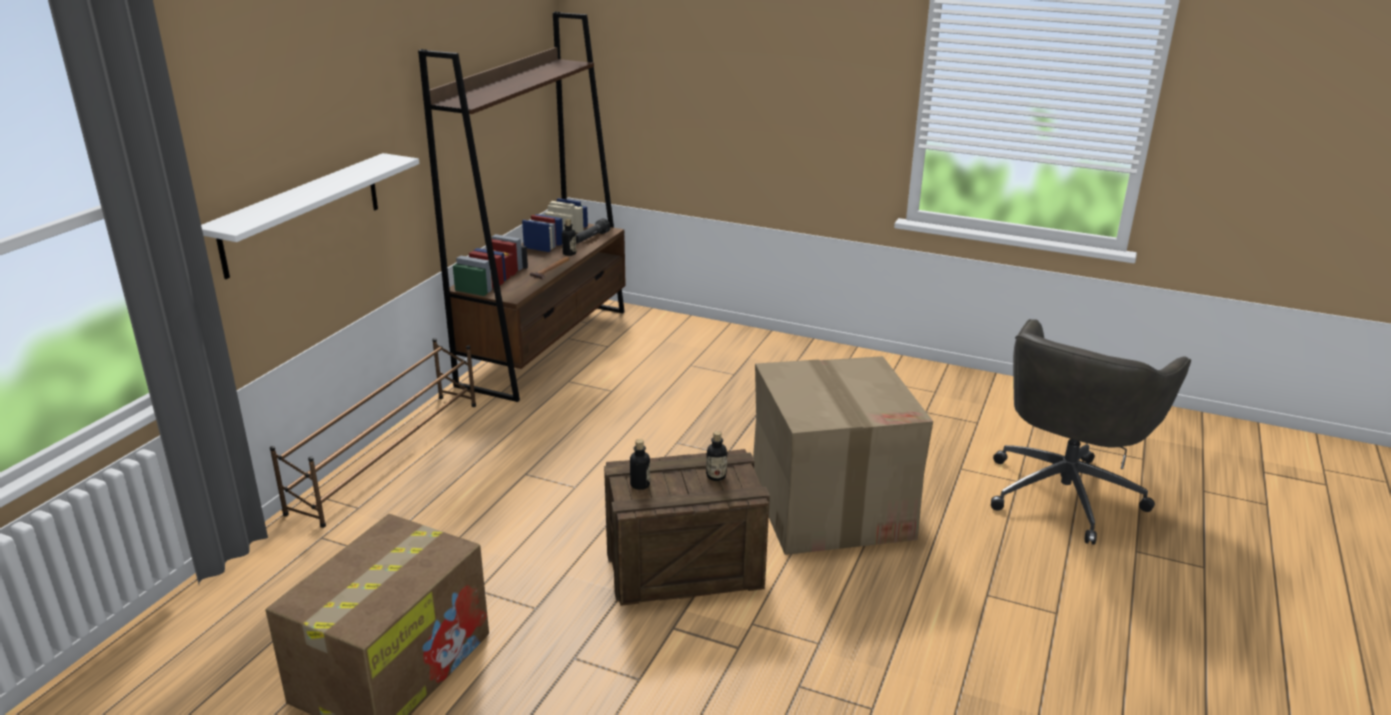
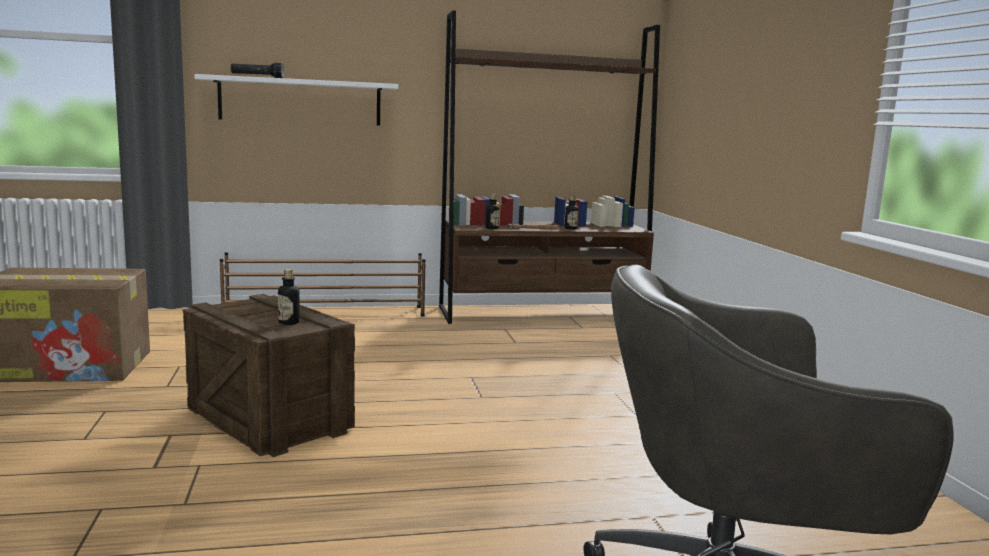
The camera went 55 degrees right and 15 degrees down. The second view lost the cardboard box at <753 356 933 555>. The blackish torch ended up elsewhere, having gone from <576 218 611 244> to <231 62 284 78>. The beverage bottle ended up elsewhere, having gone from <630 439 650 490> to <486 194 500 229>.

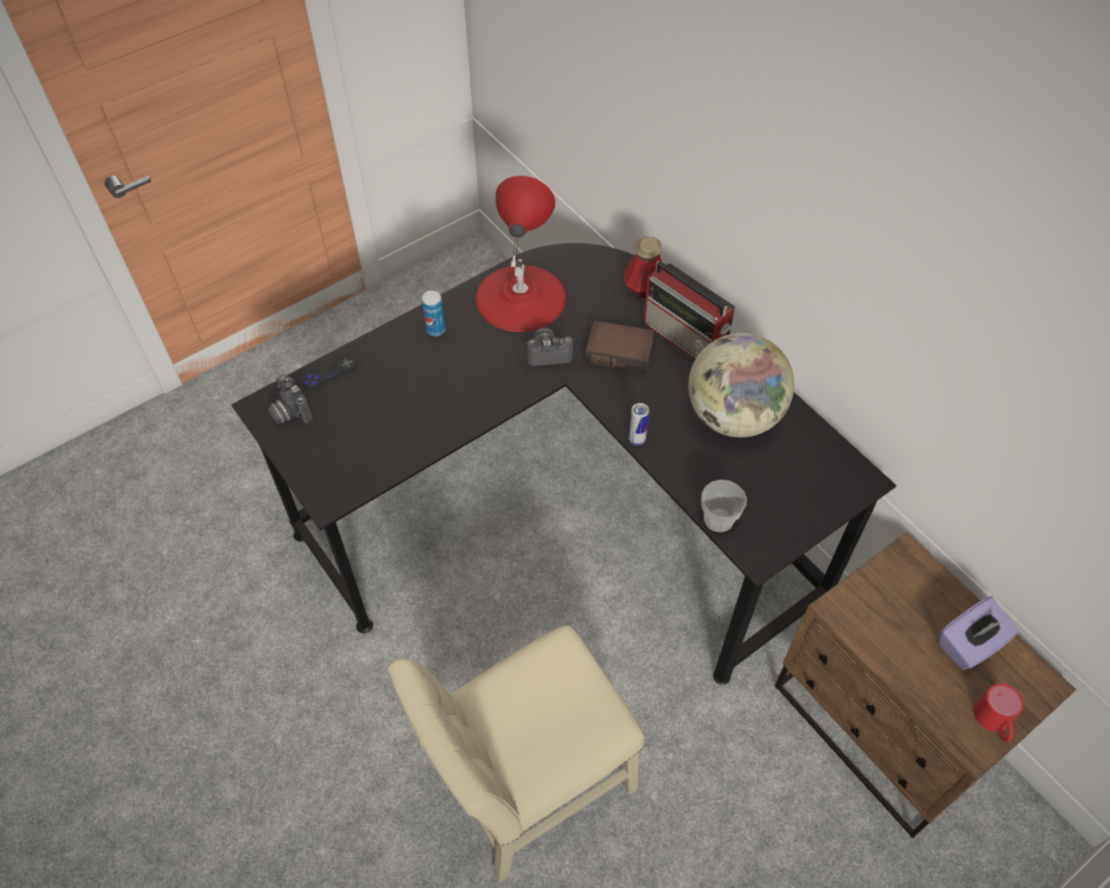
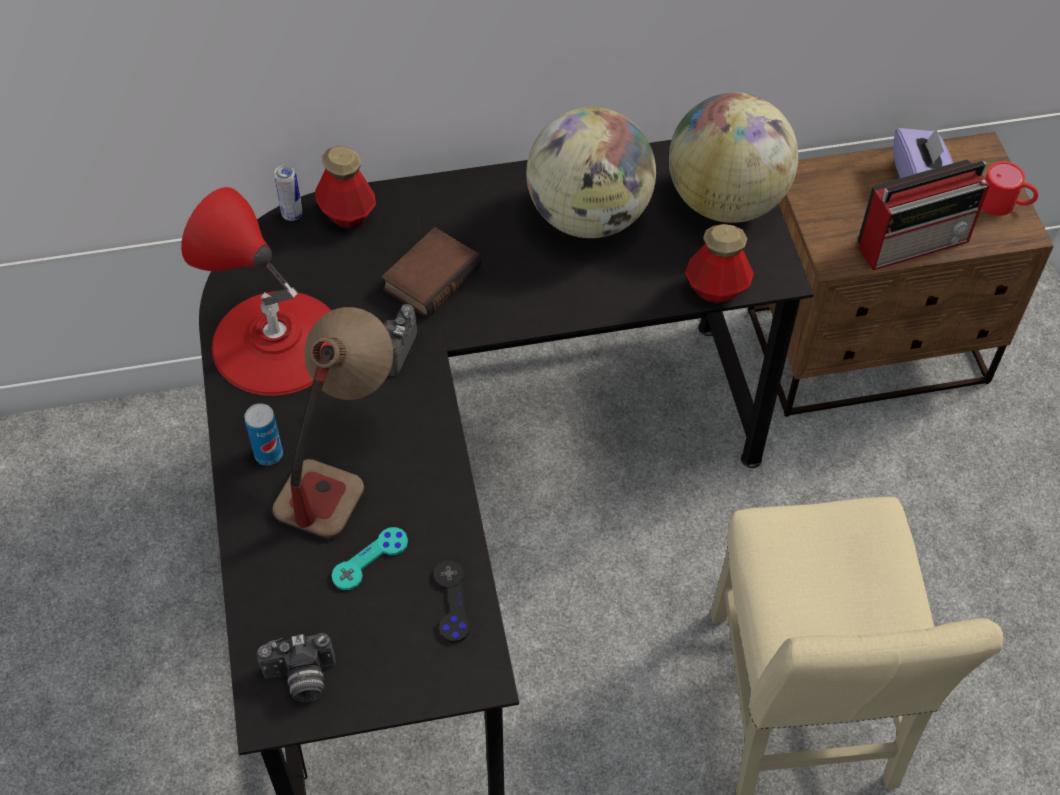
The camera went 65 degrees left and 0 degrees up. The second view gained the lamp for a table at <272 307 393 539>. The second view gained the blue-green gamepad at <332 527 408 590>. The second view gained the globe at <669 93 798 223>. The blackish gamepad ended up elsewhere, having gone from <302 356 357 389> to <434 560 470 643>. The sealed can ended up elsewhere, having gone from <629 403 649 445> to <274 164 303 221>. The radio ended up elsewhere, having gone from <643 261 735 359> to <858 159 990 270>. Where the small cup stood at <701 480 747 532>, the beverage bottle came to stand at <685 224 754 303>.

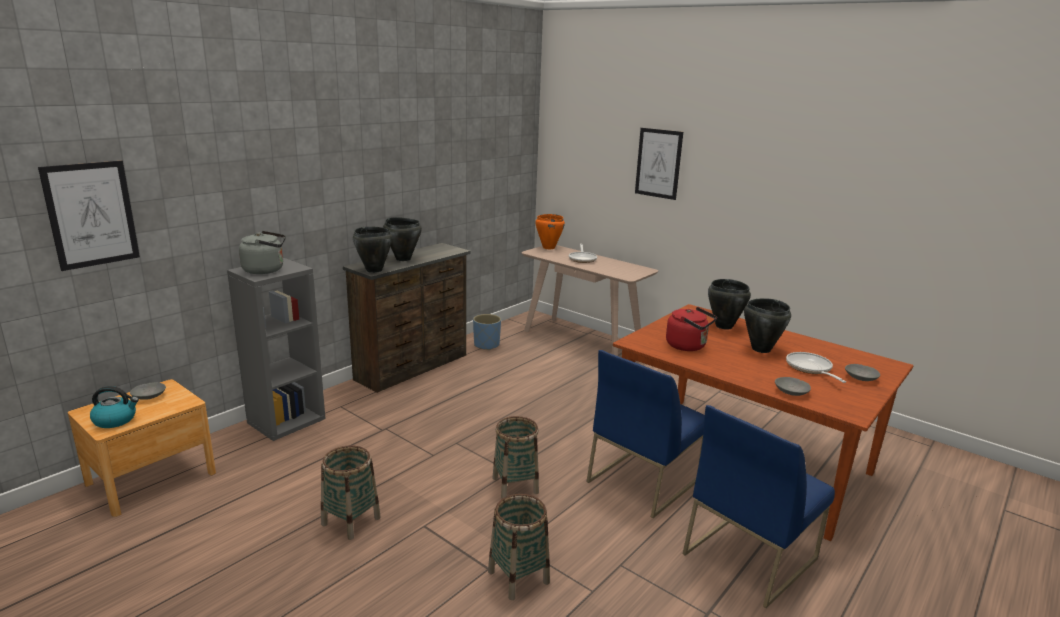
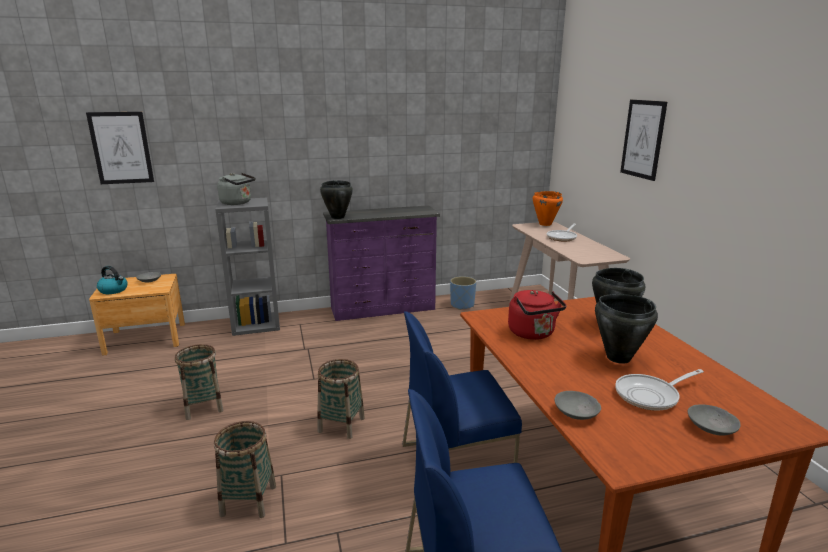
The camera went 35 degrees right and 0 degrees up. The second view lost the blackish saucepot at <383 217 422 261>. What was the brownish drawer chest at <343 243 471 393> turned into the purplish drawer chest at <323 205 440 321>. The skillet at <786 352 846 383> ended up facing another way, 135 degrees counterclockwise from before.

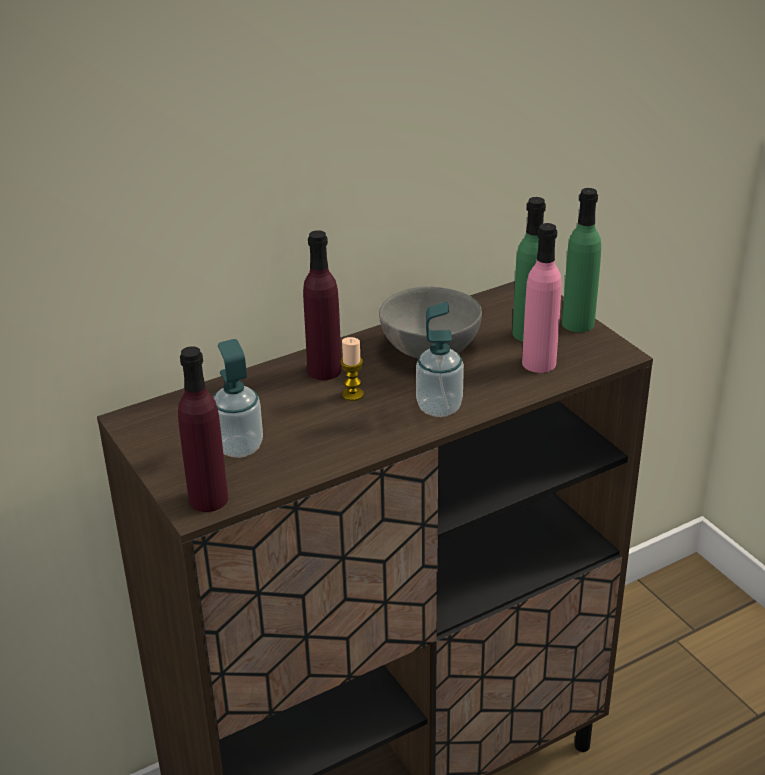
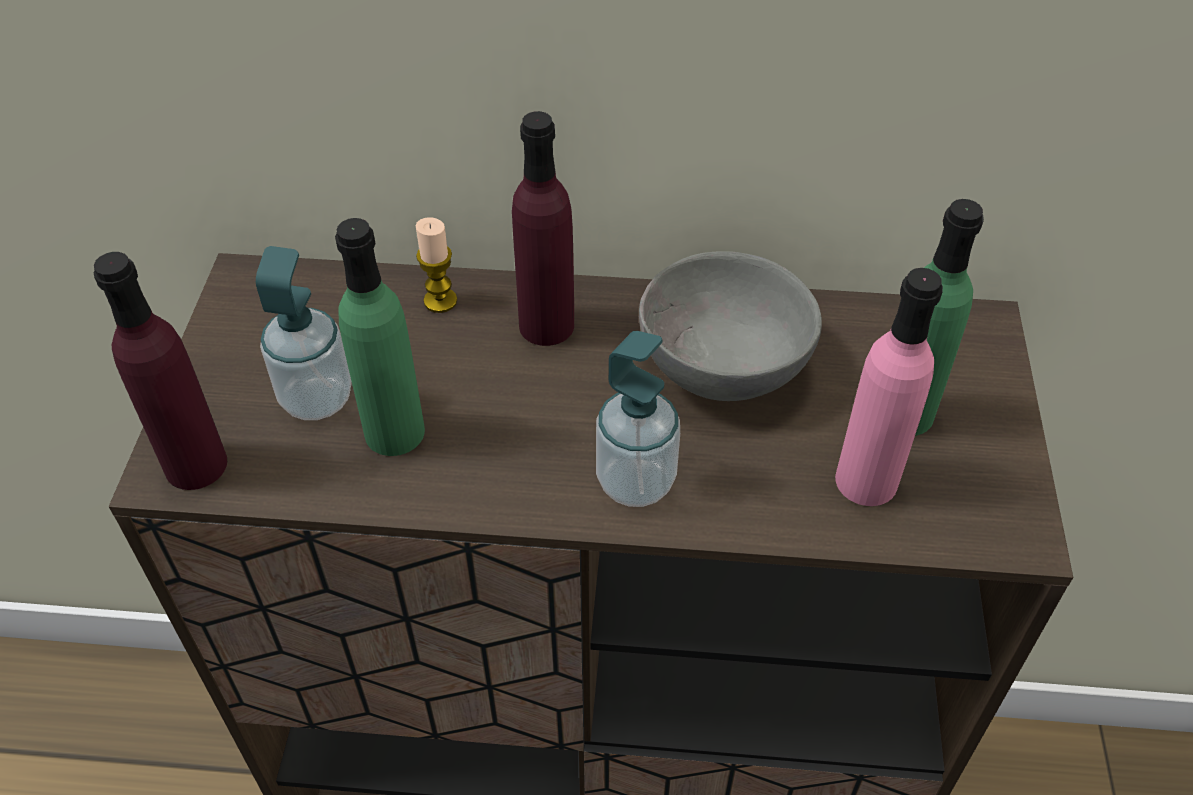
The camera went 35 degrees right and 15 degrees up. The candle ended up elsewhere, having gone from <341 337 364 401> to <416 217 457 313>. The green beverage bottle ended up elsewhere, having gone from <562 188 601 332> to <335 218 425 456>.

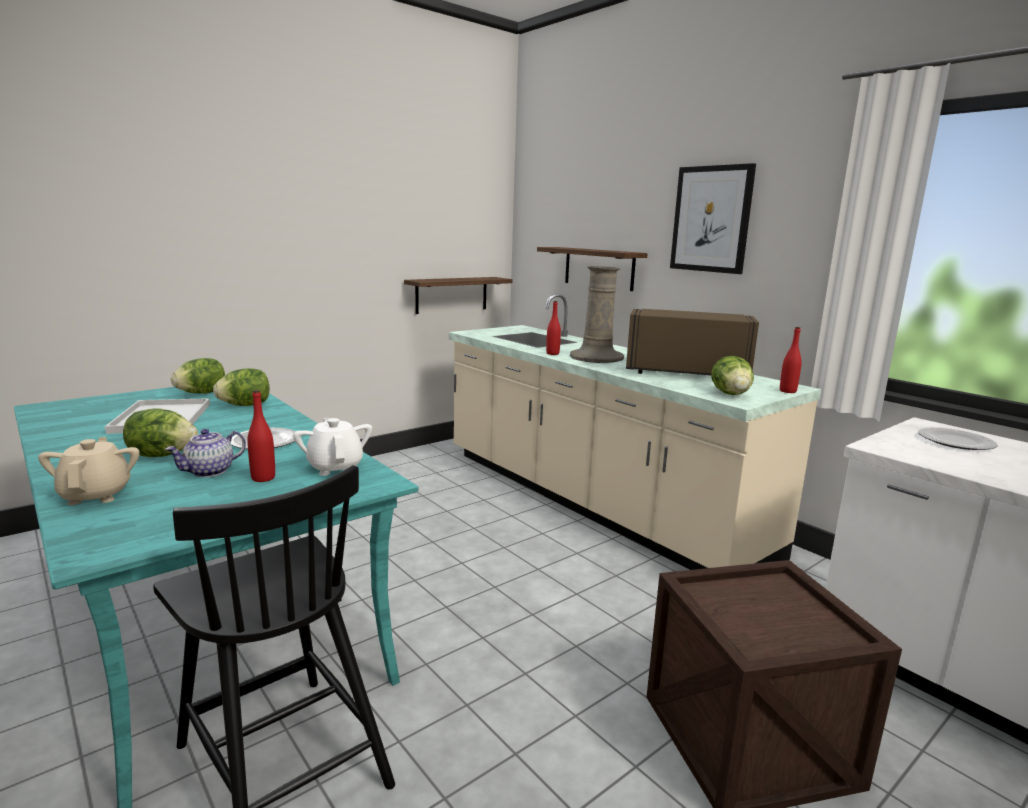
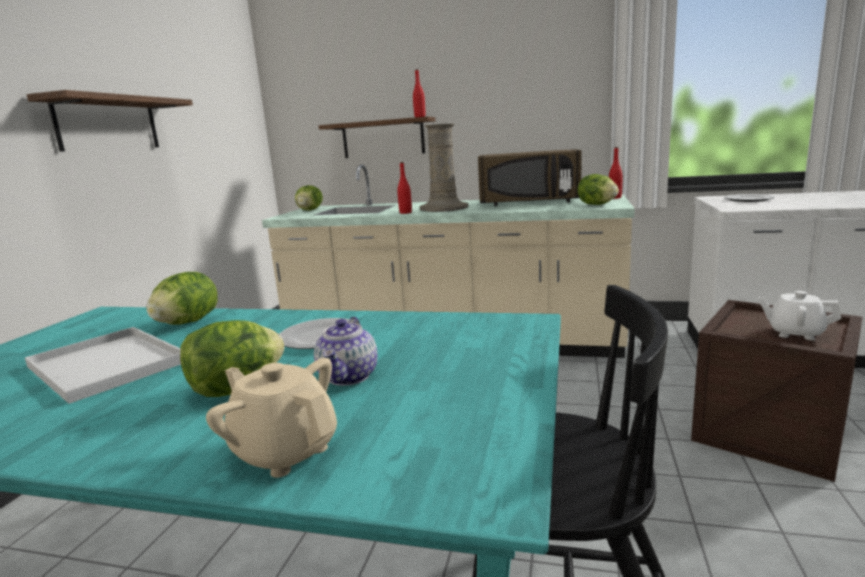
The camera went 35 degrees left and 0 degrees up. The second view lost the wall picture at <670 163 756 274>. The head of lettuce ended up elsewhere, having gone from <171 358 225 394> to <295 185 323 211>. The red-coloured beverage bottle ended up elsewhere, having gone from <247 390 275 482> to <413 69 426 117>. The whitish teapot ended up elsewhere, having gone from <293 418 372 476> to <758 291 842 340>. The shelf ended up elsewhere, having gone from <404 277 512 314> to <27 90 193 152>. The brownish microwave at <626 309 759 375> ended up facing another way, 150 degrees counterclockwise from before.

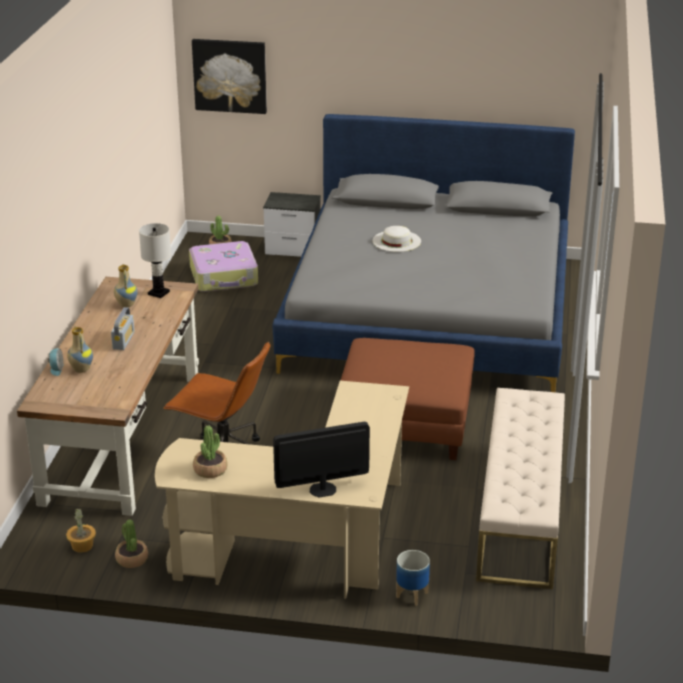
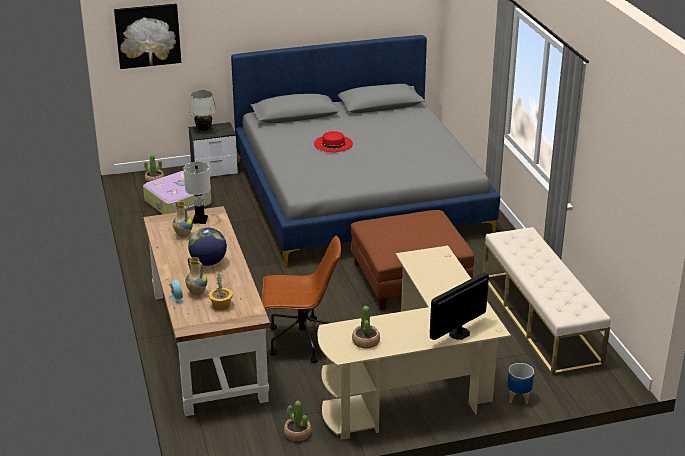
The camera went 25 degrees left and 0 degrees up. The second view gained the whitish lamp for a table at <189 90 216 131>. The potted plant ended up elsewhere, having gone from <66 509 96 553> to <209 272 233 310>. Where the radio stood at <111 307 135 350>, the globe came to stand at <188 228 227 266>. What was the whitish clothing hat at <372 226 421 252> turned into the red-coloured clothing hat at <314 131 353 152>.

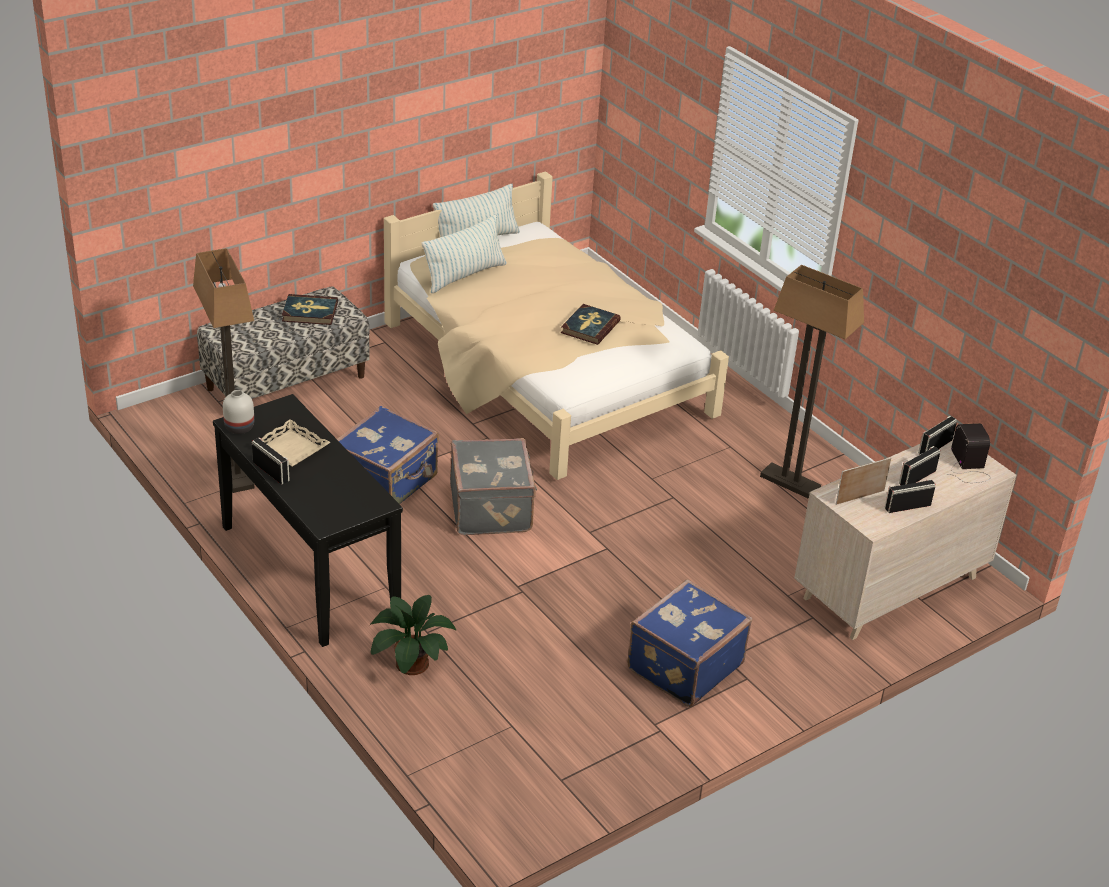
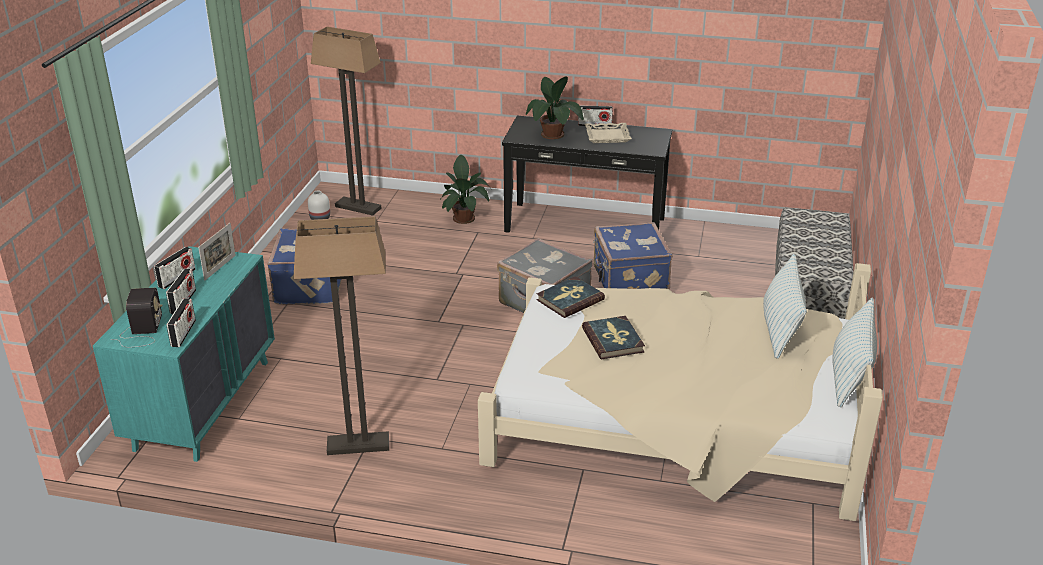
The camera went 140 degrees right and 5 degrees down. The second view gained the potted plant at <526 77 584 139>. The standard lamp ended up elsewhere, having gone from <193 248 255 493> to <311 27 381 216>. The whitish decorative vase ended up elsewhere, having gone from <223 390 254 434> to <308 190 330 220>. The bound book ended up elsewhere, having gone from <282 294 338 325> to <537 276 605 318>. What was the beige-coloured drawer chest at <794 432 1016 640> turned into the blue-green drawer chest at <93 246 275 462>. The radio at <946 423 991 483> ended up facing another way, 135 degrees counterclockwise from before.

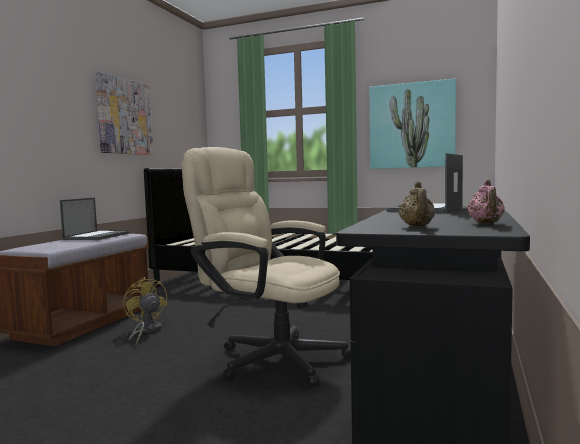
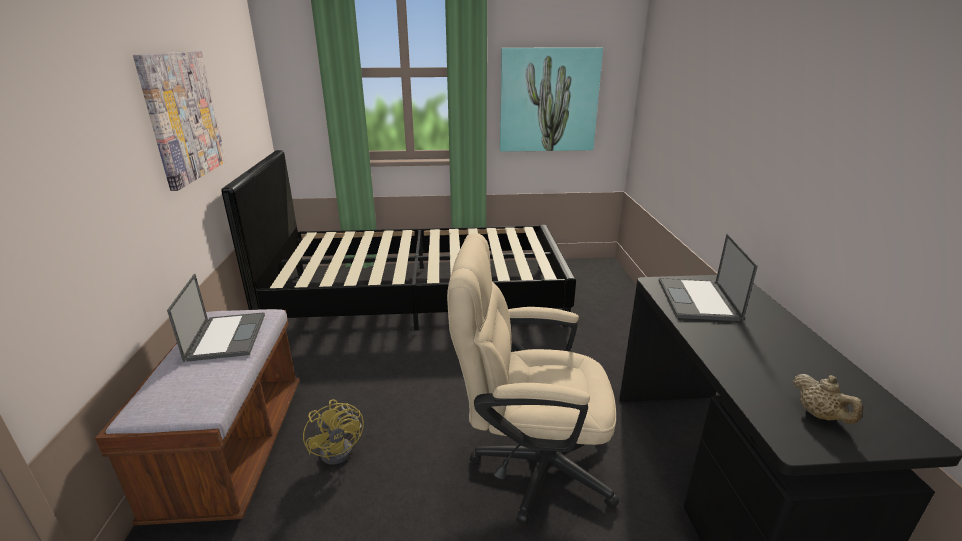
The camera went 25 degrees left and 20 degrees up. The second view lost the pinkish teapot at <467 179 505 223>. The yellow cooling fan at <123 277 167 345> ended up facing another way, 150 degrees counterclockwise from before.

